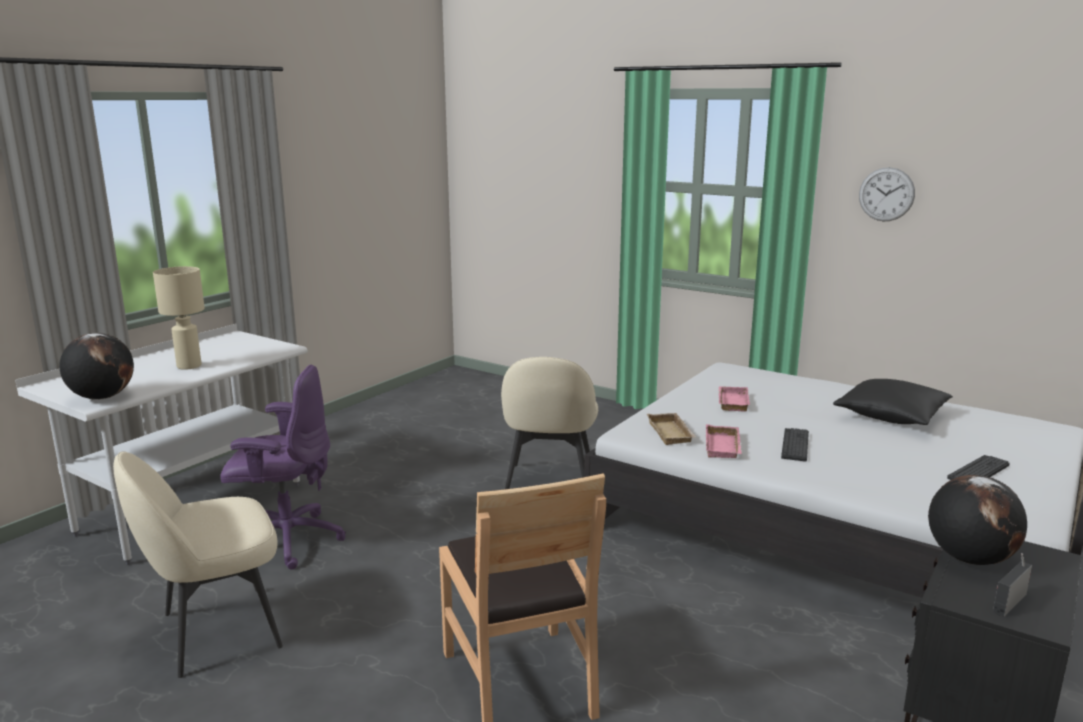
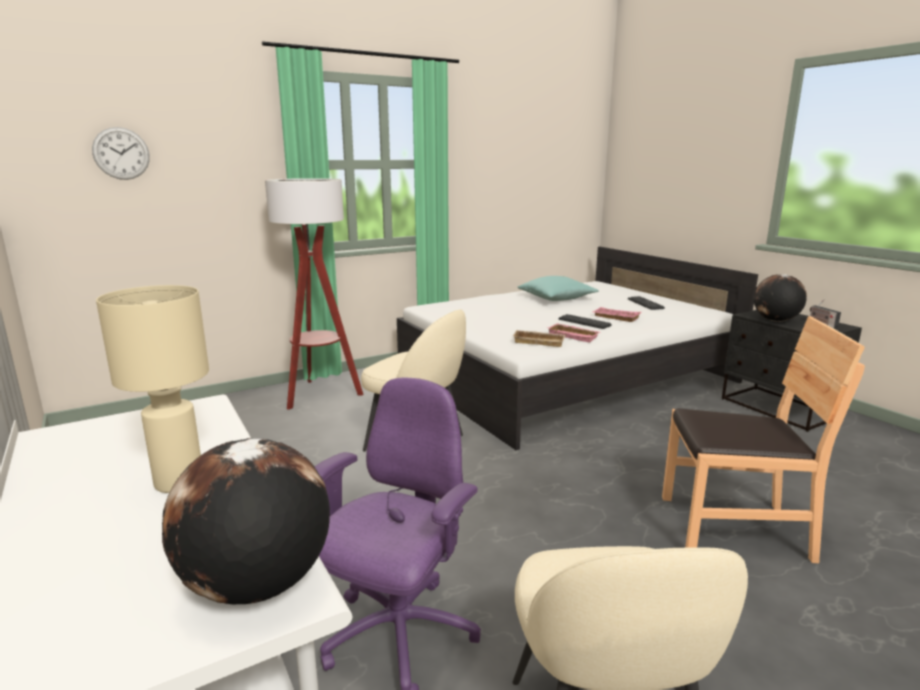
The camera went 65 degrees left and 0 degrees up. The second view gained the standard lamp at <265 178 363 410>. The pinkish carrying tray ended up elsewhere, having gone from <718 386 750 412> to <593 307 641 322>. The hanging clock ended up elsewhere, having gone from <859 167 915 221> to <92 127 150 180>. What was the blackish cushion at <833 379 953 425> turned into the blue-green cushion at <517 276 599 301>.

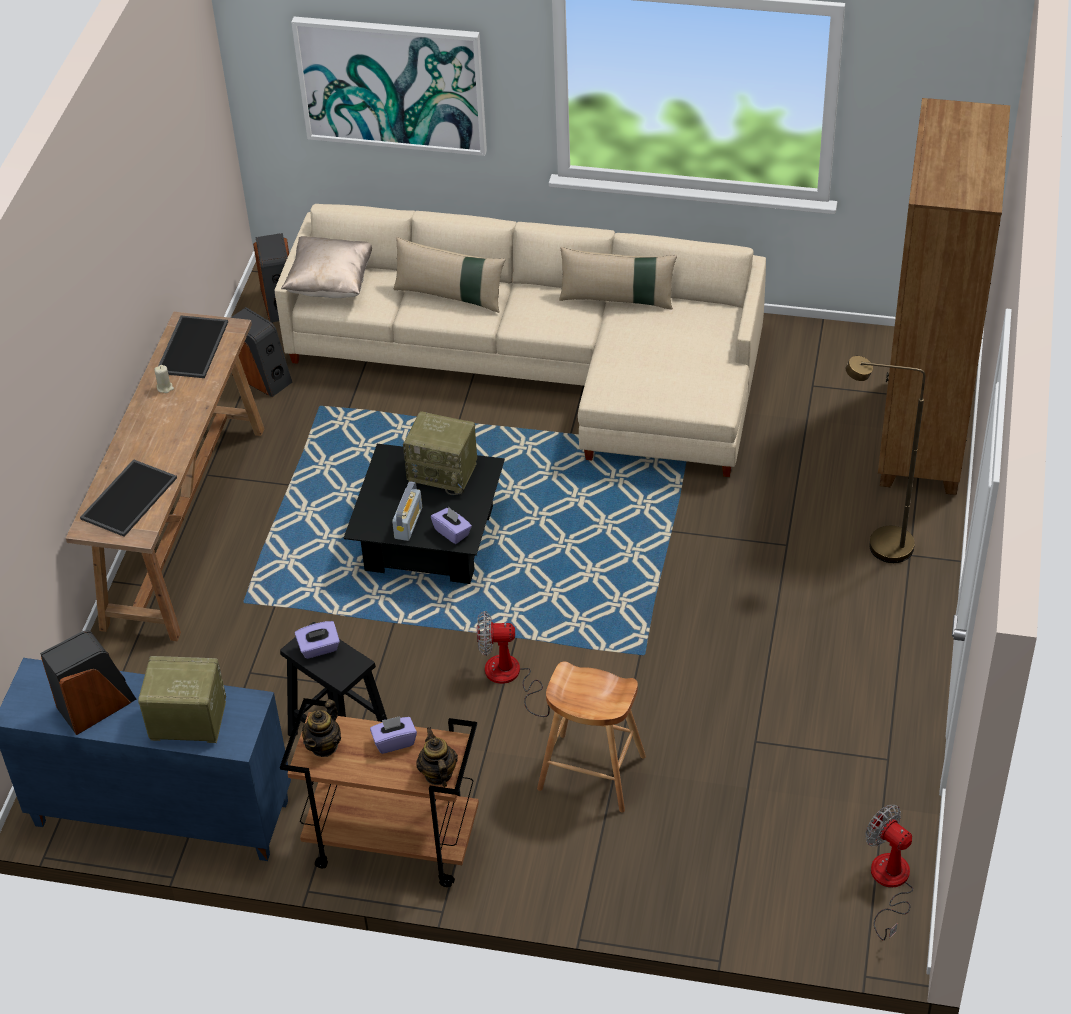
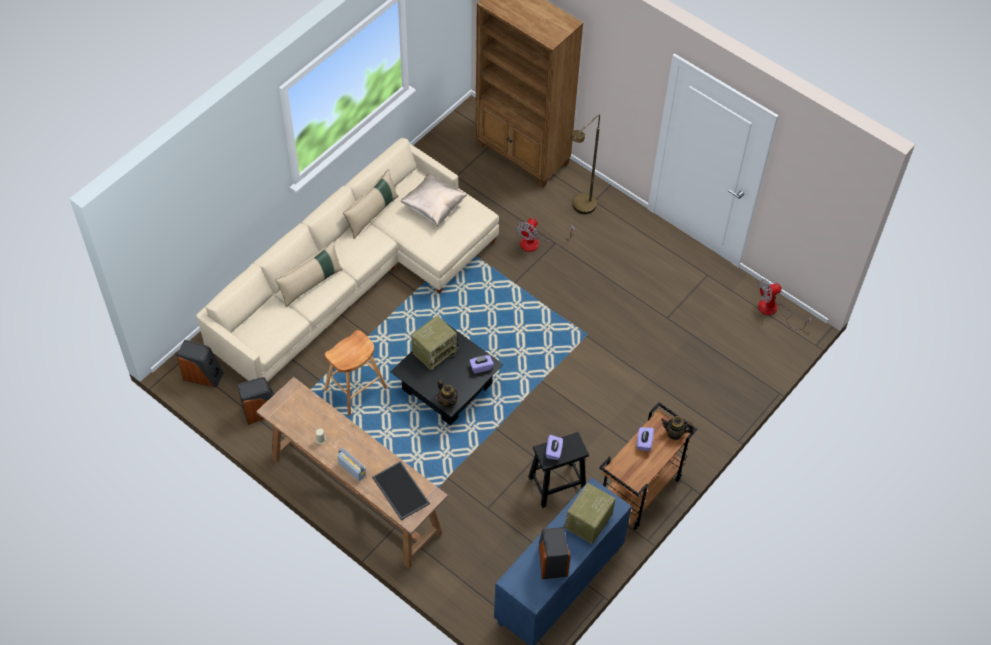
The camera went 65 degrees left and 10 degrees up. The second view lost the carrying tray at <158 316 228 378>. The second view lost the wall picture at <291 17 487 156>. The beige-coloured cushion ended up elsewhere, having gone from <281 236 372 298> to <400 173 467 226>. The teapot ended up elsewhere, having gone from <302 699 341 757> to <438 380 458 407>. The radio ended up elsewhere, having gone from <392 481 422 541> to <337 448 366 481>. The cooling fan ended up elsewhere, having gone from <477 611 550 717> to <516 218 575 252>. The brownish sitting stool ended up elsewhere, having gone from <537 662 646 813> to <324 330 387 416>.

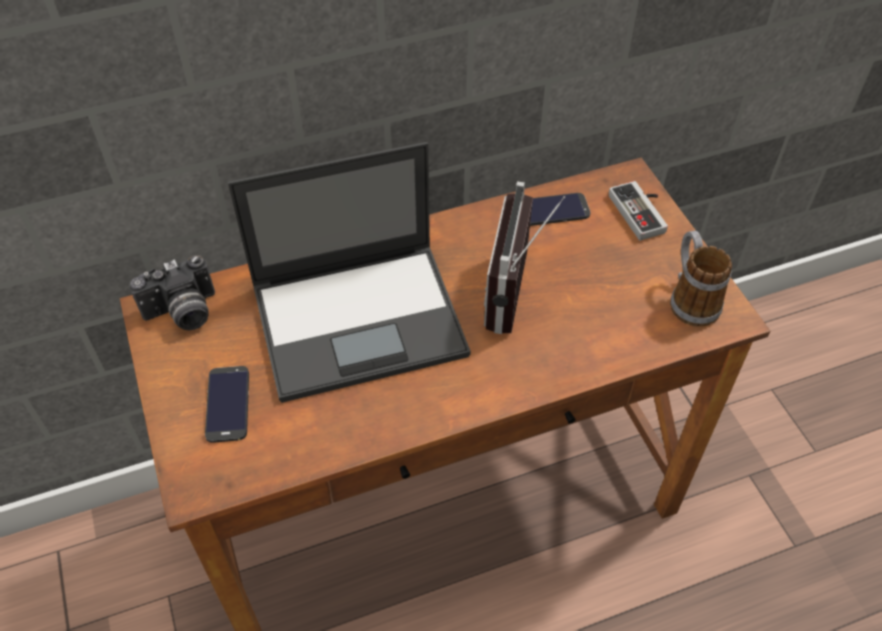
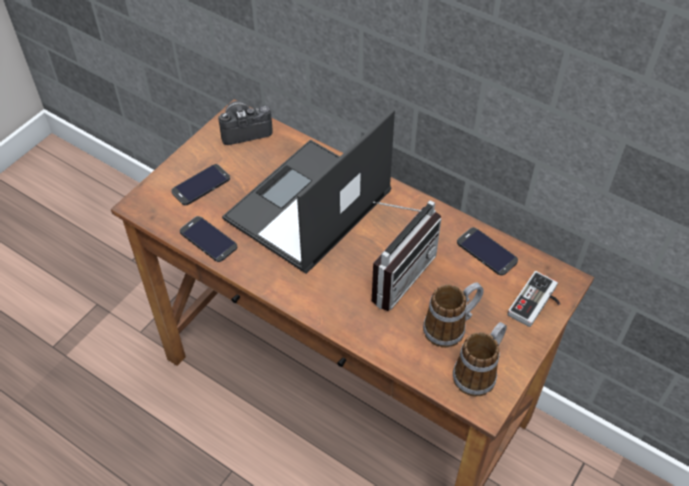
The camera went 55 degrees right and 0 degrees up. The second view gained the handset at <180 216 237 262>. The second view gained the coffee mug at <423 283 484 348>. The still camera at <129 255 215 330> ended up facing another way, 135 degrees clockwise from before. The notebook computer at <228 142 471 403> ended up facing another way, 90 degrees clockwise from before. The radio at <484 181 565 334> ended up facing another way, 150 degrees clockwise from before.

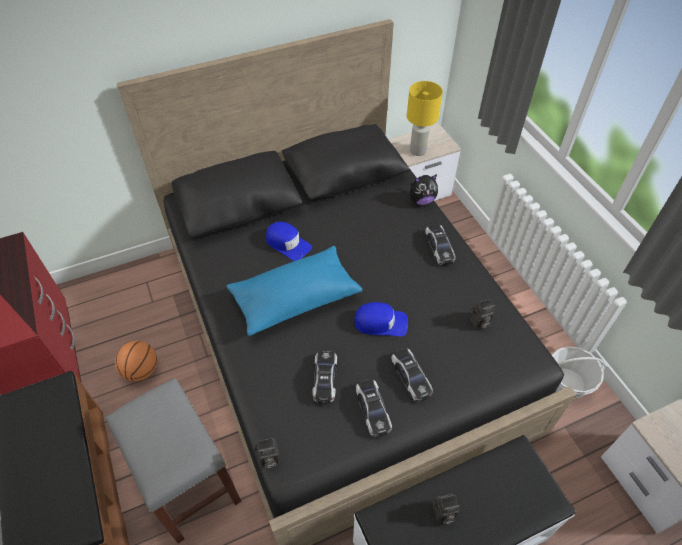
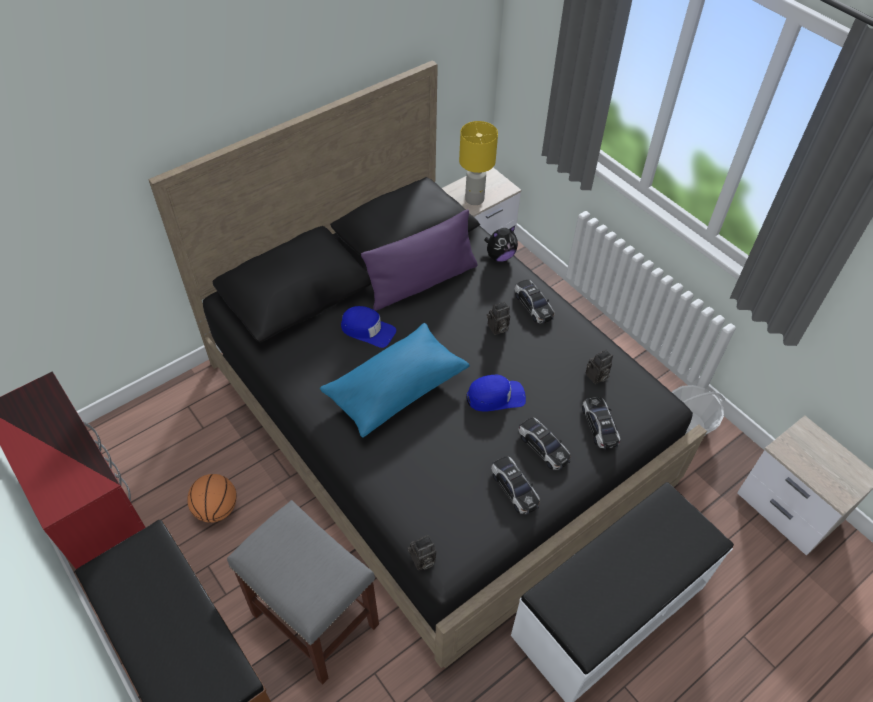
The camera went 15 degrees left and 0 degrees up. The second view gained the purplish cushion at <361 209 478 311>. The miniature car ended up elsewhere, having gone from <312 350 337 403> to <582 397 620 449>. The still camera ended up elsewhere, having gone from <432 493 460 524> to <487 301 510 335>.

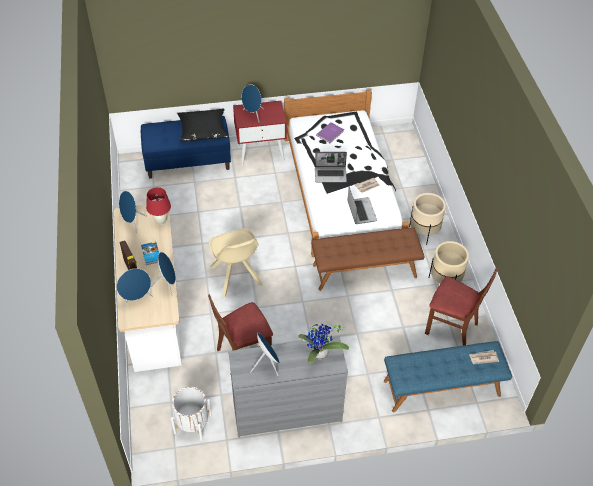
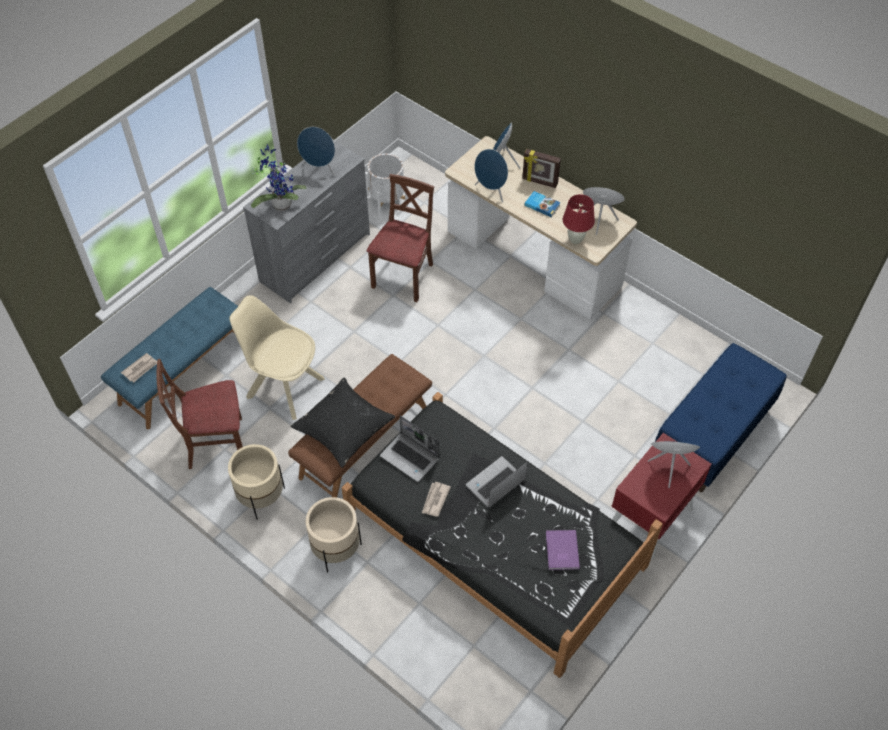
The camera went 140 degrees right and 5 degrees up. The blackish cushion ended up elsewhere, having gone from <177 108 228 142> to <290 378 395 468>. The beige-coloured upright chair ended up elsewhere, having gone from <209 228 263 297> to <229 295 325 420>. What was the whitish bedroom bed at <284 89 409 257> turned into the blackish bedroom bed at <342 392 663 678>.

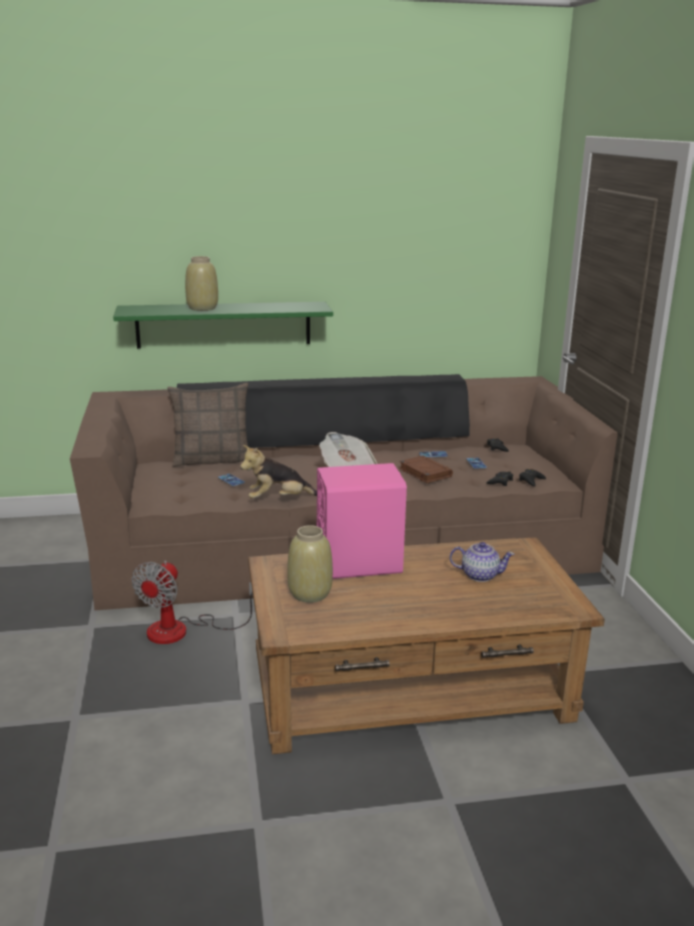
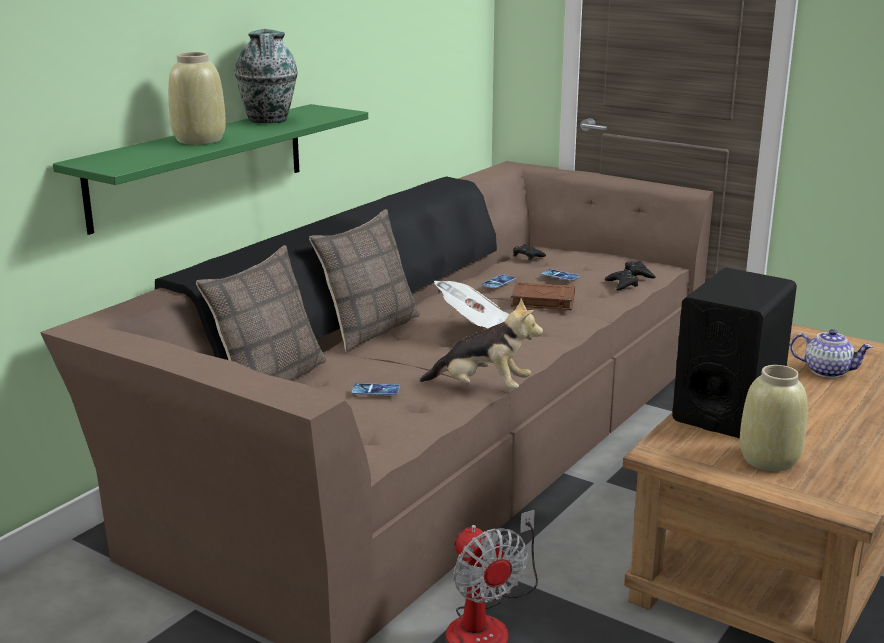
The camera went 45 degrees left and 0 degrees up. The second view gained the decorative vase at <234 29 298 123>. The second view gained the cushion at <309 209 420 352>. What was the pinkish audio speaker at <316 463 407 579> turned into the blackish audio speaker at <672 267 797 438>. The plush toy at <240 445 317 498> ended up facing another way, 105 degrees counterclockwise from before. The teapot at <450 542 515 582> ended up facing another way, 60 degrees clockwise from before.

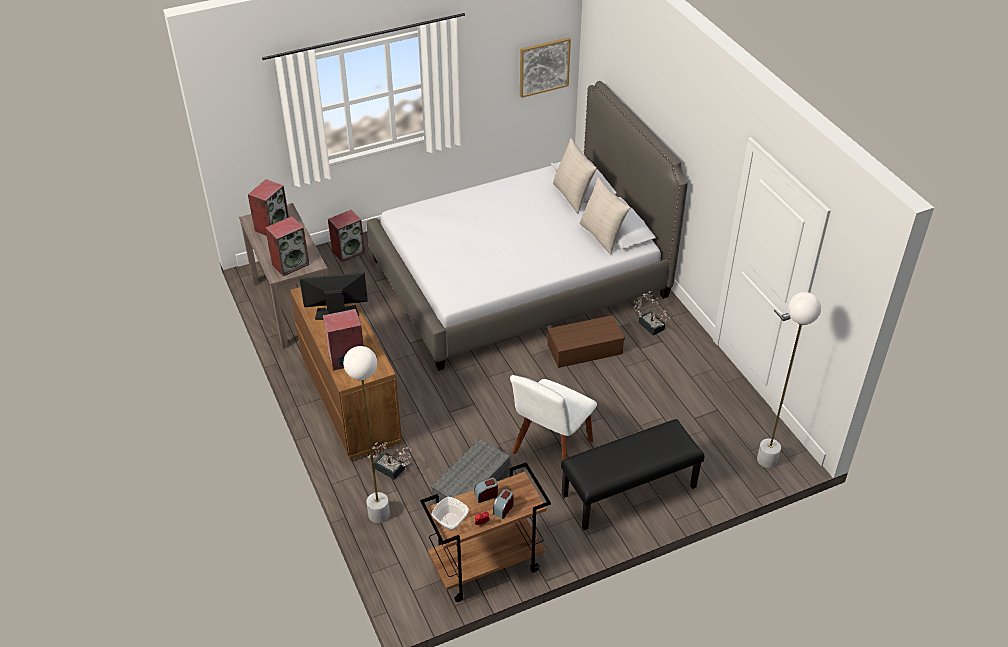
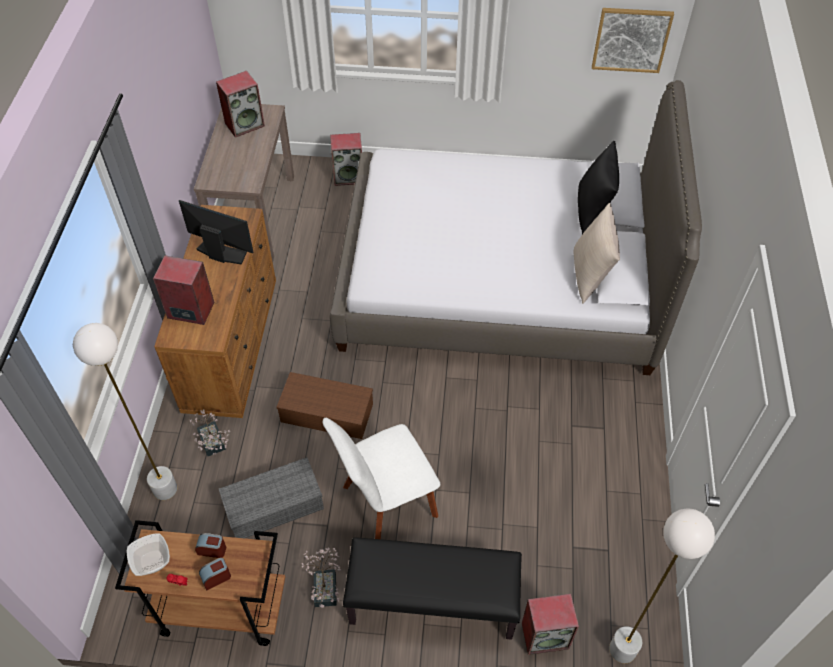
The camera went 30 degrees right and 10 degrees up. The audio speaker ended up elsewhere, having gone from <265 216 309 277> to <522 594 579 655>. The brownish storage box ended up elsewhere, having gone from <548 315 625 368> to <276 372 373 439>. The potted plant ended up elsewhere, having gone from <634 291 671 336> to <302 547 341 608>. What was the beige-coloured cushion at <553 138 597 214> turned into the blackish cushion at <578 141 619 234>.

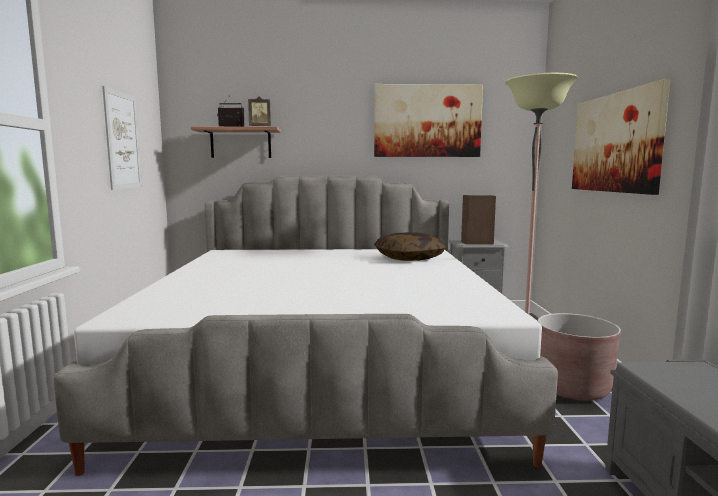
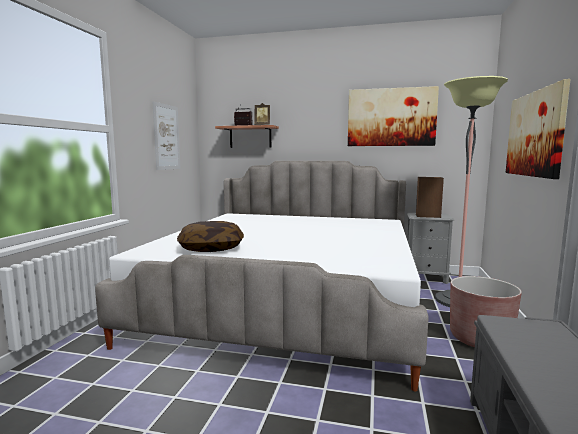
The camera went 15 degrees right and 0 degrees up. The cushion ended up elsewhere, having gone from <374 232 446 261> to <177 221 244 252>.

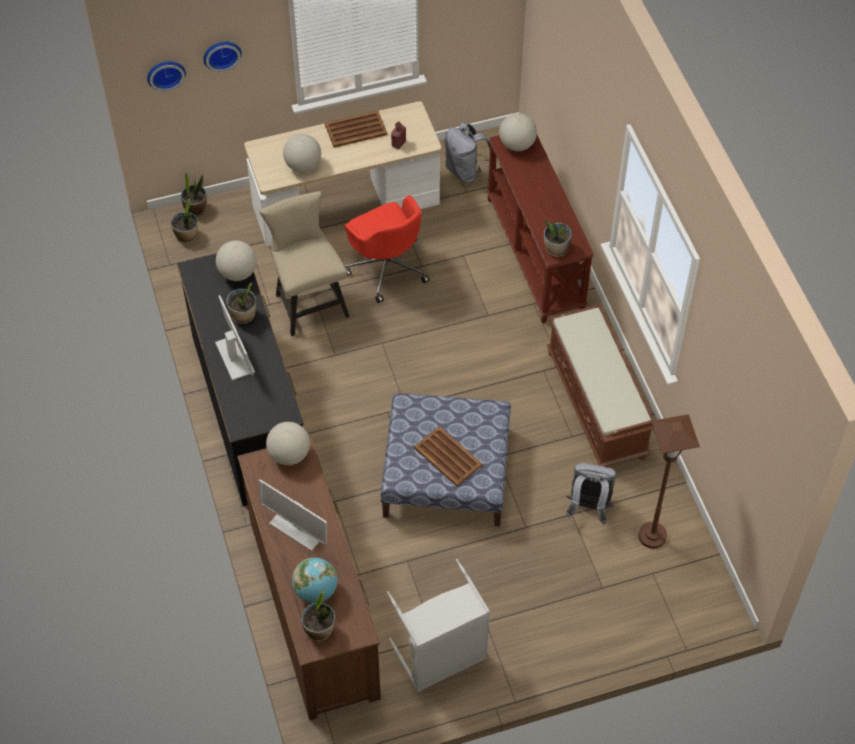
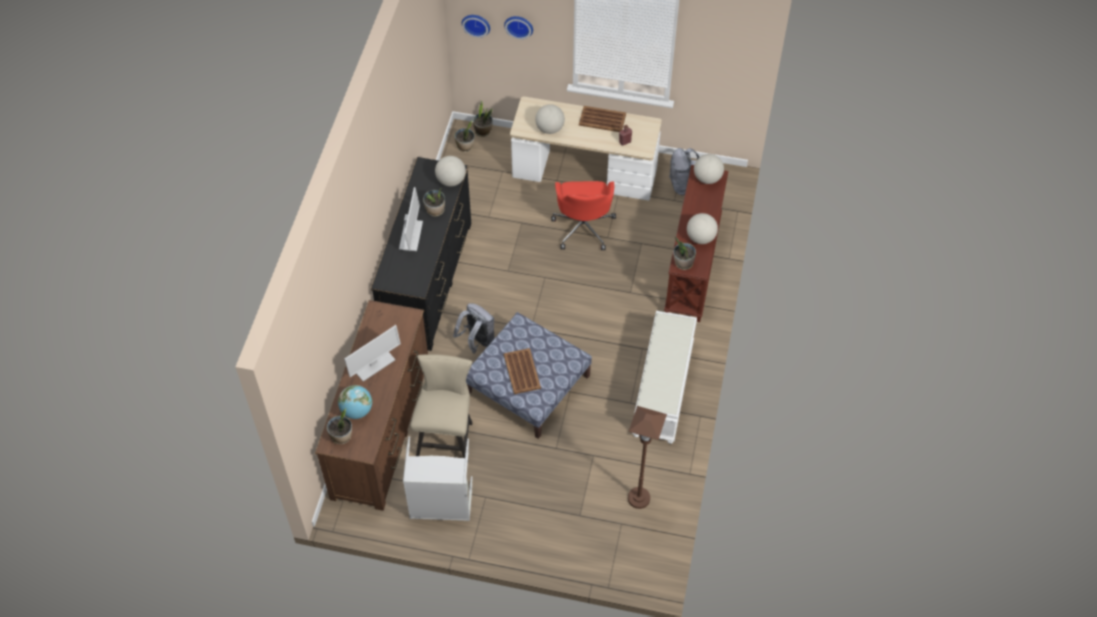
The camera went 30 degrees right and 0 degrees up. The beige-coloured upright chair ended up elsewhere, having gone from <259 191 349 336> to <410 354 472 458>. The globe ended up elsewhere, having gone from <266 422 310 465> to <687 213 718 244>. The gray backpack ended up elsewhere, having gone from <566 463 616 524> to <453 303 494 353>. What was the brownish long seat at <547 304 654 467> turned into the whitish long seat at <632 311 697 444>. The computer display at <259 479 327 551> ended up facing another way, 105 degrees counterclockwise from before.

